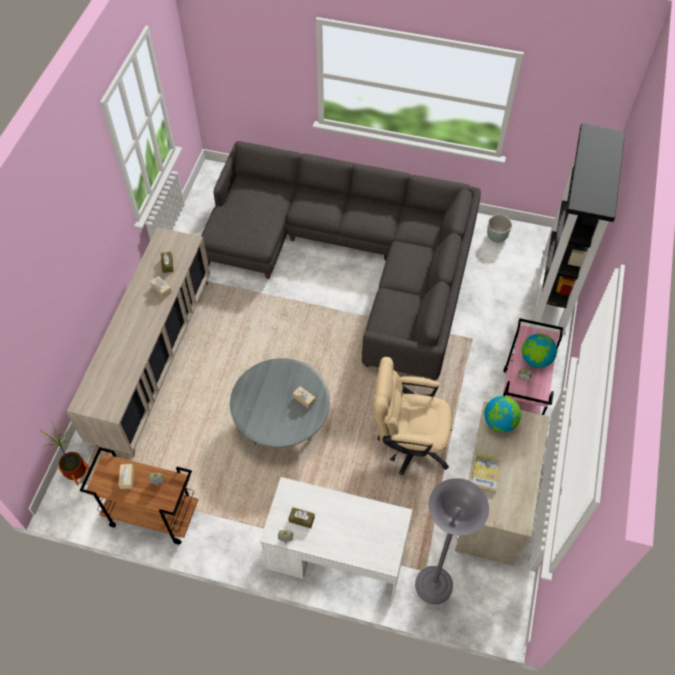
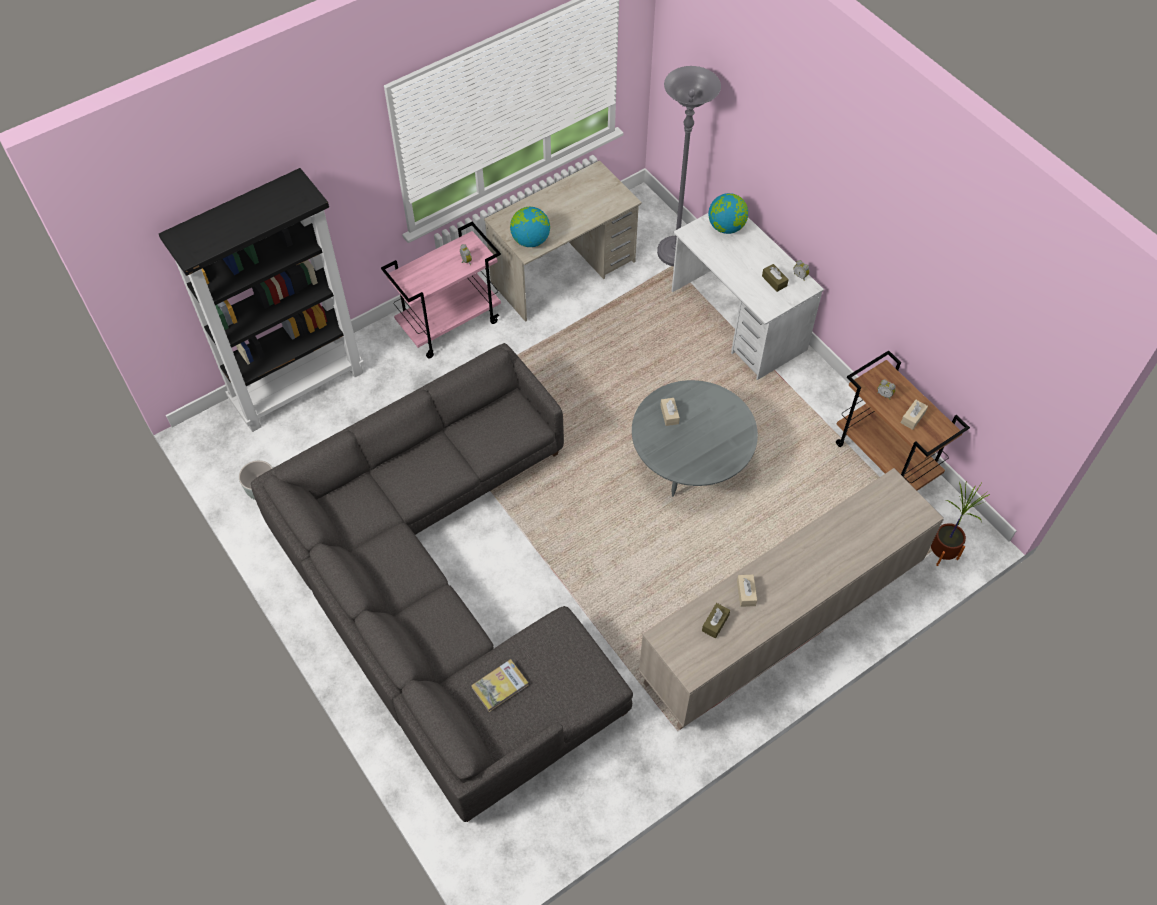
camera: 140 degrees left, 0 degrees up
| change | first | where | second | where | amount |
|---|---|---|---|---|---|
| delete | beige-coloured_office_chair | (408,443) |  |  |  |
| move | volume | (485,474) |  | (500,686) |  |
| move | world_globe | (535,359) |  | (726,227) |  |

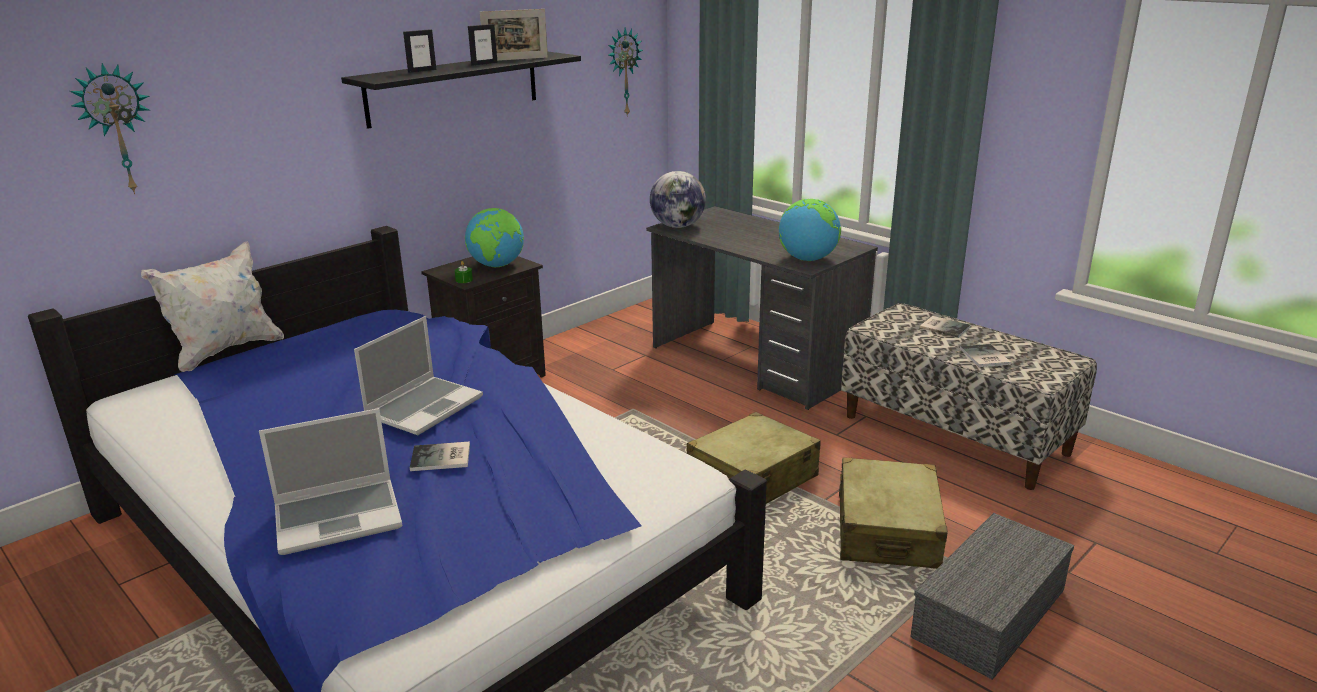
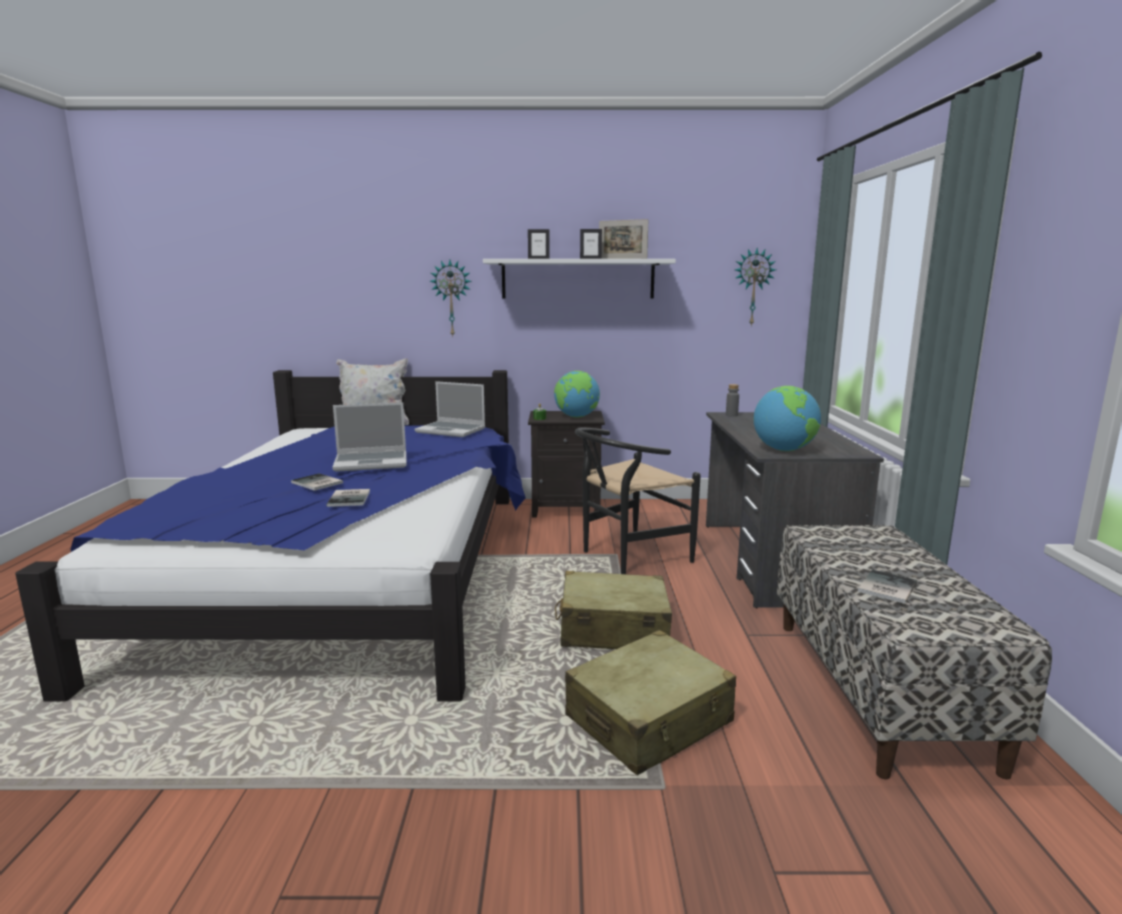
camera: 45 degrees right, 10 degrees down
| change | first | where | second | where | amount |
|---|---|---|---|---|---|
| move | wall_clock | (116,129) |  | (451,298) |  |
| move | portable_computer | (340,517) |  | (452,430) |  |
| recolor | black_bracket_shelf | (454,88) | white_bracket_shelf | (578,279) |  |
| replace | world_globe | (677,226) | gray_beverage_bottle | (731,415) |  |
| delete | gray_storage_container | (990,615) |  |  |  |
| move | volume | (944,327) |  | (350,498) |  |
| insert |  |  | black_plain_chair | (627,556) |  |

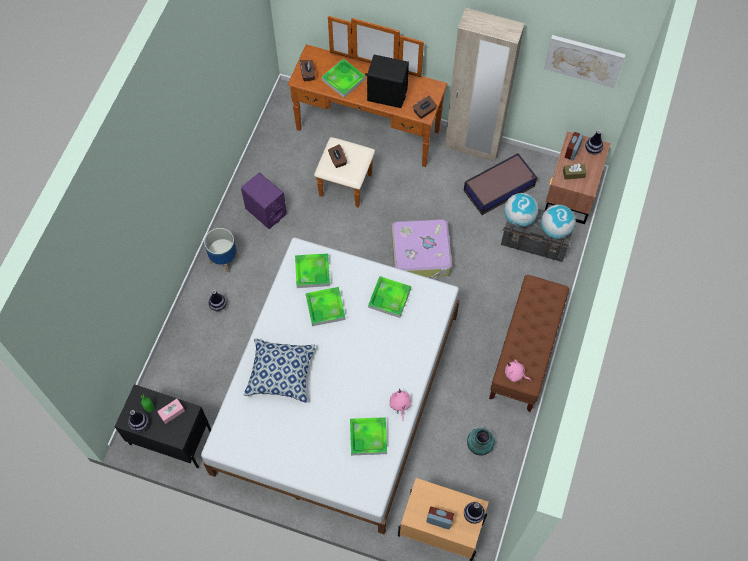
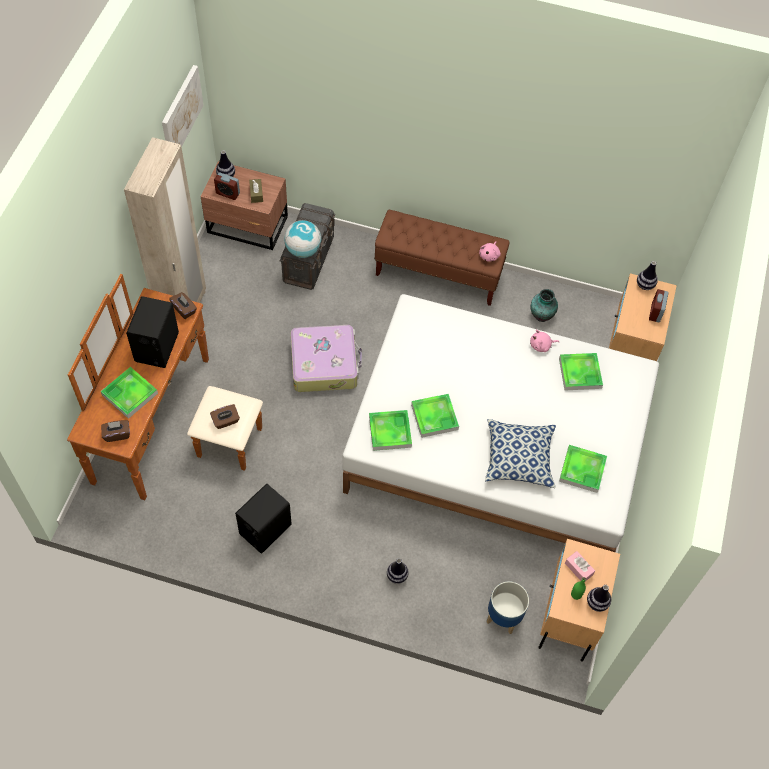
camera: 95 degrees left, 5 degrees down
| change | first | where | second | where | amount |
|---|---|---|---|---|---|
| recolor | black_nightstand | (170,438) | beige-coloured_nightstand | (569,614) |  |
| move | planter | (224,259) |  | (503,616) |  |
| recolor | purple-coloured_loudspeaker | (266,211) | black_loudspeaker | (265,530) |  |
| move | serving_tray | (389,298) |  | (582,470) |  |
| delete | storage_container | (500,188) |  |  |  |
| delete | world_globe | (555,229) |  |  |  |

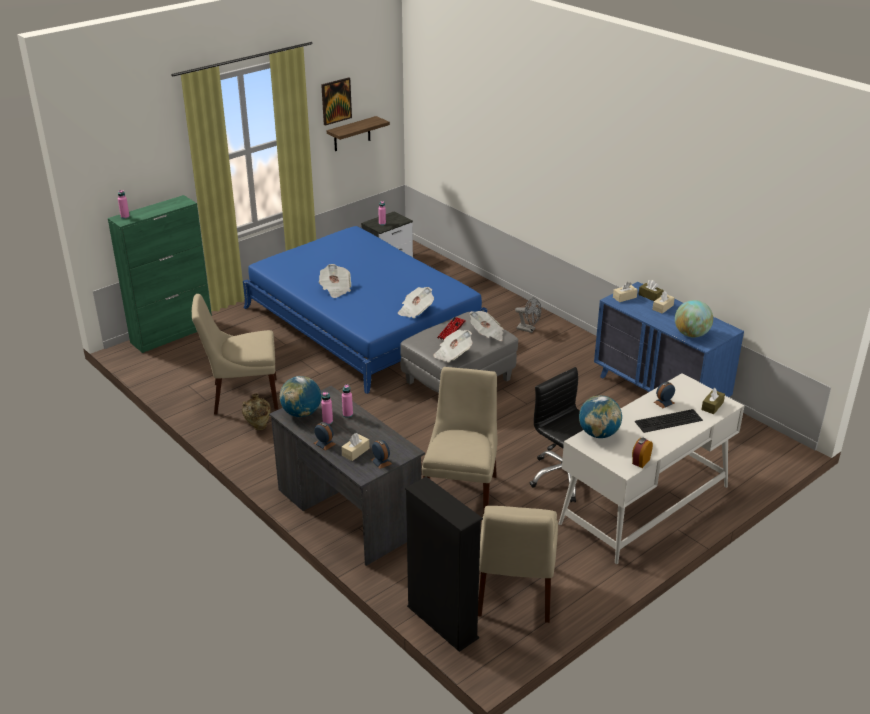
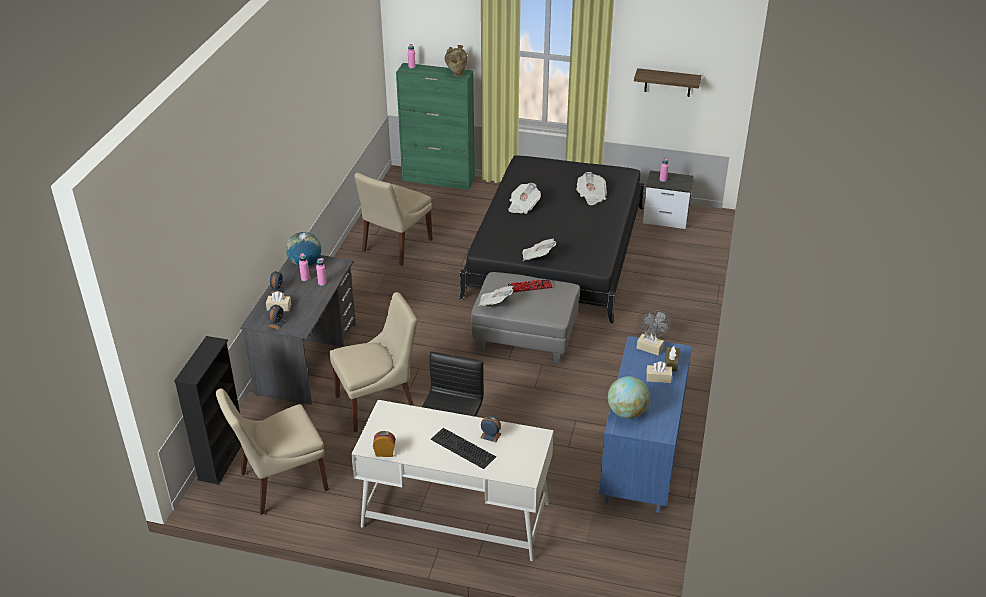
camera: 55 degrees right, 5 degrees up
| change | first | where | second | where | amount |
|---|---|---|---|---|---|
| rotate | beige-coloured_plain_chair | (242,396) |  | (395,247) | 105 degrees counterclockwise |
| move | beige-coloured_decorative_vase | (258,427) |  | (456,74) |  |
| recolor | bluish_bed | (363,322) | black_bed | (556,251) |  |
| delete | picture | (336,101) |  |  |  |
| move | daily_paper | (487,334) |  | (591,196) |  |
| delete | world_globe | (598,434) |  |  |  |
| delete | brown-coloured_box_of_tissues | (712,406) |  |  |  |

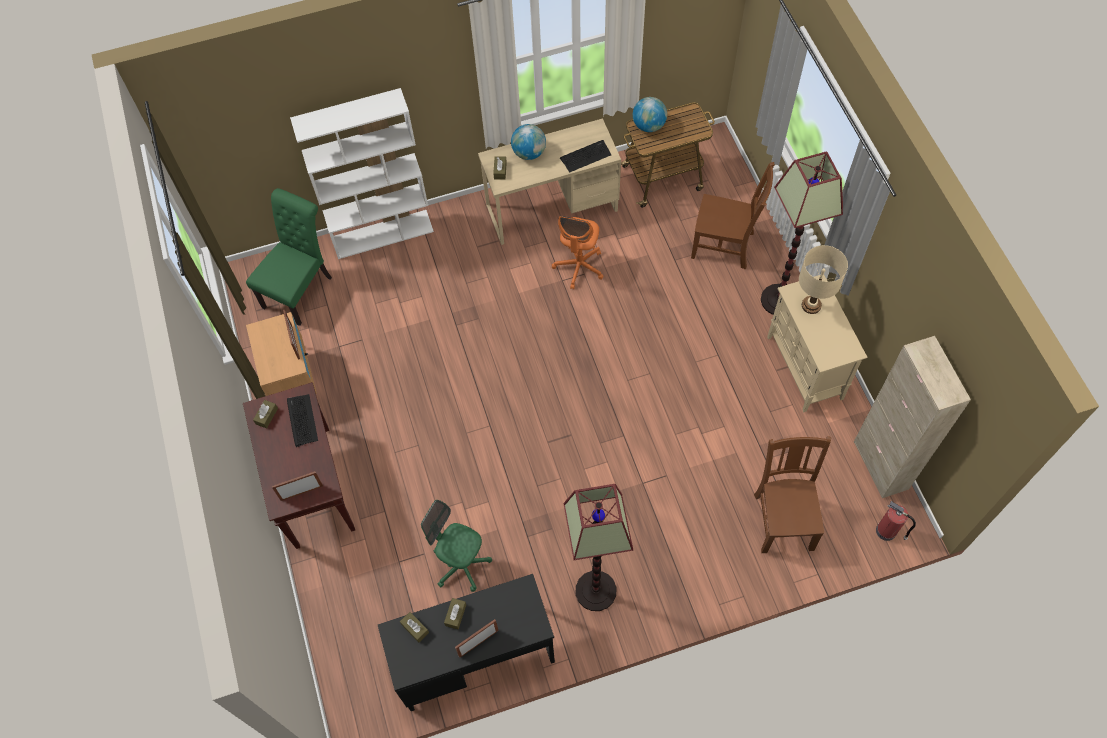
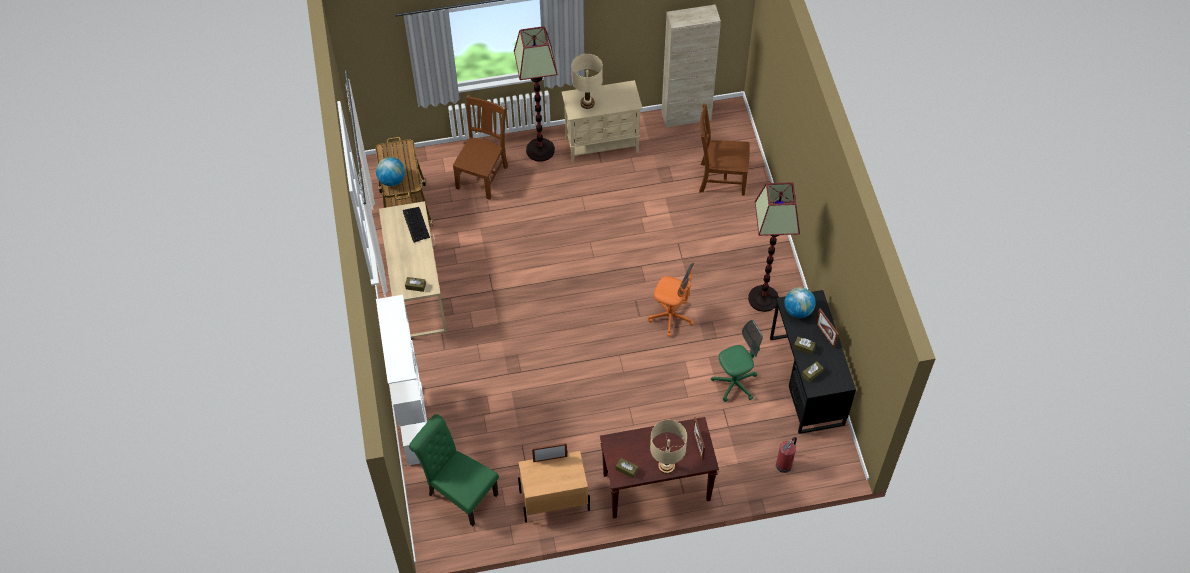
camera: 85 degrees left, 5 degrees down
| change | first | where | second | where | amount |
|---|---|---|---|---|---|
| delete | PC_keyboard | (302,420) |  |  |  |
| rotate | greenish_office_chair | (461,564) |  | (734,383) | 150 degrees counterclockwise |
| move | world_globe | (529,153) |  | (798,310) |  |
| move | orange-coloured_office_chair | (579,267) |  | (671,317) |  |
| move | extinguisher | (887,531) |  | (784,464) |  |
| insert |  |  | beige-coloured_tabletop_lamp | (666,466) |  |

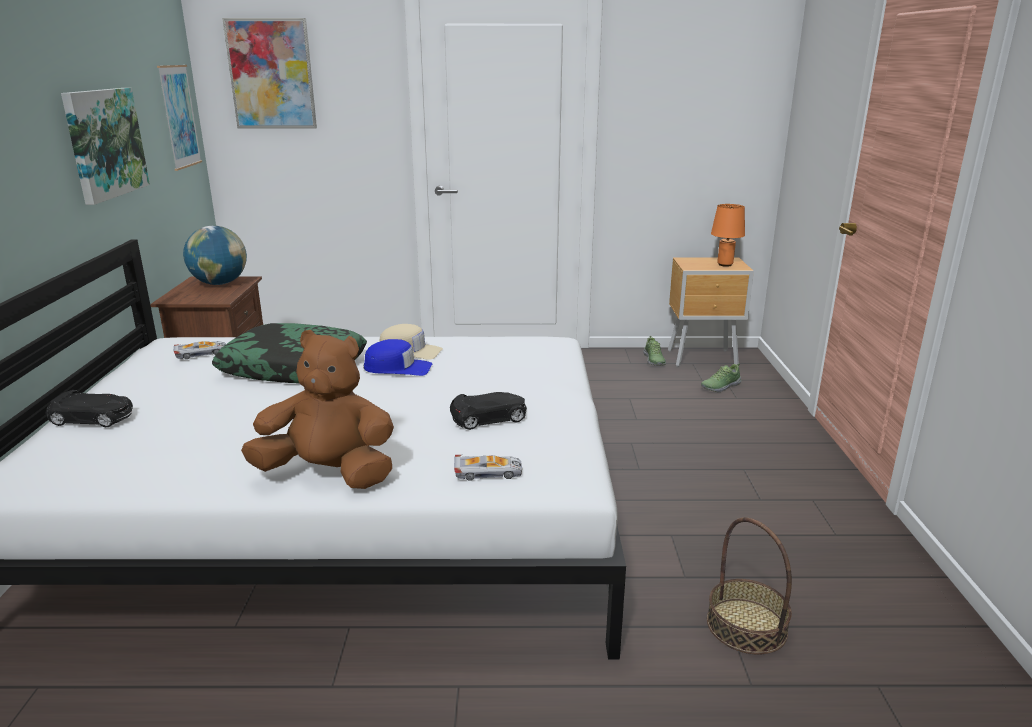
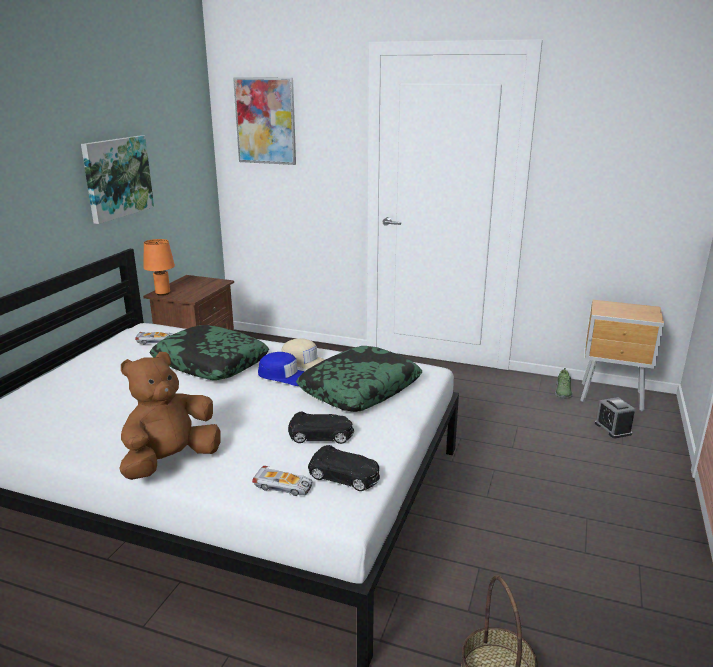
camera: 20 degrees right, 0 degrees up
| change | first | where | second | where | amount |
|---|---|---|---|---|---|
| move | black_toy_car | (93,418) |  | (345,476) |  |
| delete | picture | (179,117) |  |  |  |
| delete | world_globe | (220,283) |  |  |  |
| rotate | brown-coloured_soft_toy | (329,474) |  | (171,461) | 75 degrees counterclockwise |
| replace | item_of_footwear | (720,386) | alarm_clock | (613,429) |  |
| move | orange-coloured_tabletop_lamp | (725,264) |  | (162,293) |  |
| insert |  |  | cushion | (360,389) |  |

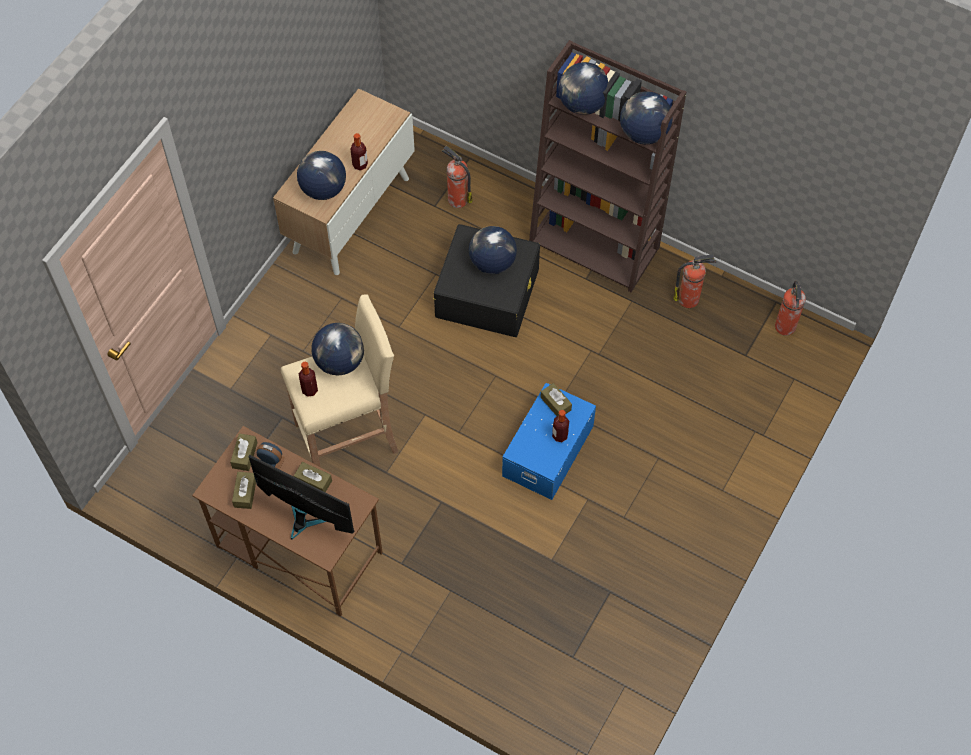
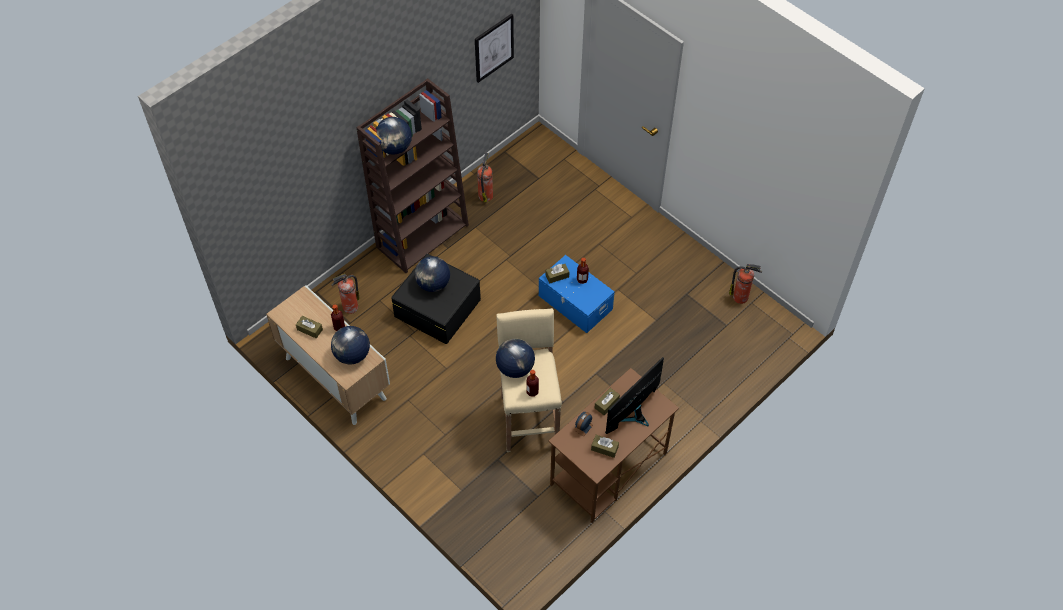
camera: 75 degrees left, 5 degrees down
| change | first | where | second | where | amount |
|---|---|---|---|---|---|
| move | brown-coloured_box_of_tissues | (244,455) |  | (310,329) |  |
| delete | world_globe | (643,134) |  |  |  |
| move | extinguisher | (785,327) |  | (741,297) |  |
| insert |  |  | picture | (493,47) |  |

